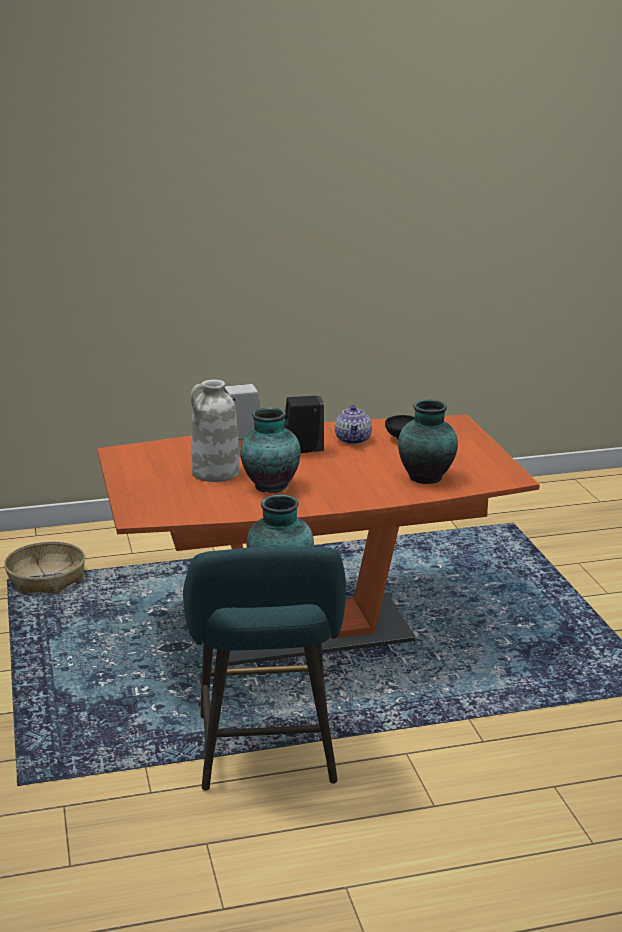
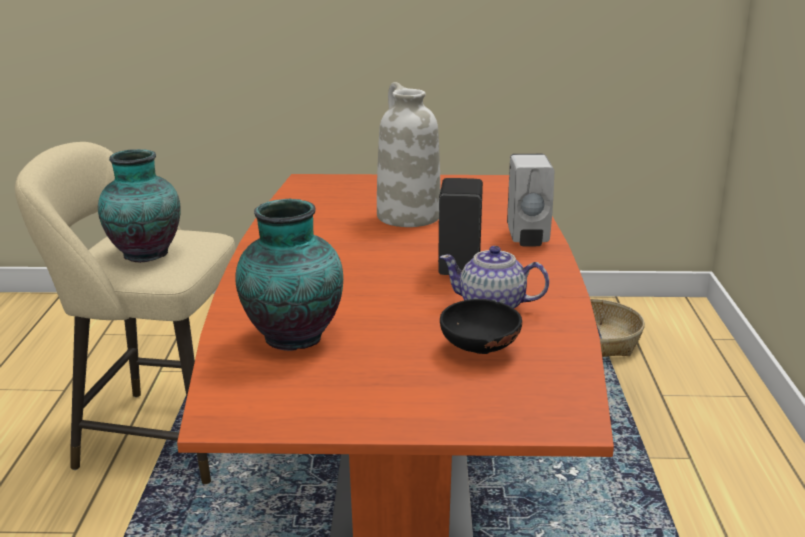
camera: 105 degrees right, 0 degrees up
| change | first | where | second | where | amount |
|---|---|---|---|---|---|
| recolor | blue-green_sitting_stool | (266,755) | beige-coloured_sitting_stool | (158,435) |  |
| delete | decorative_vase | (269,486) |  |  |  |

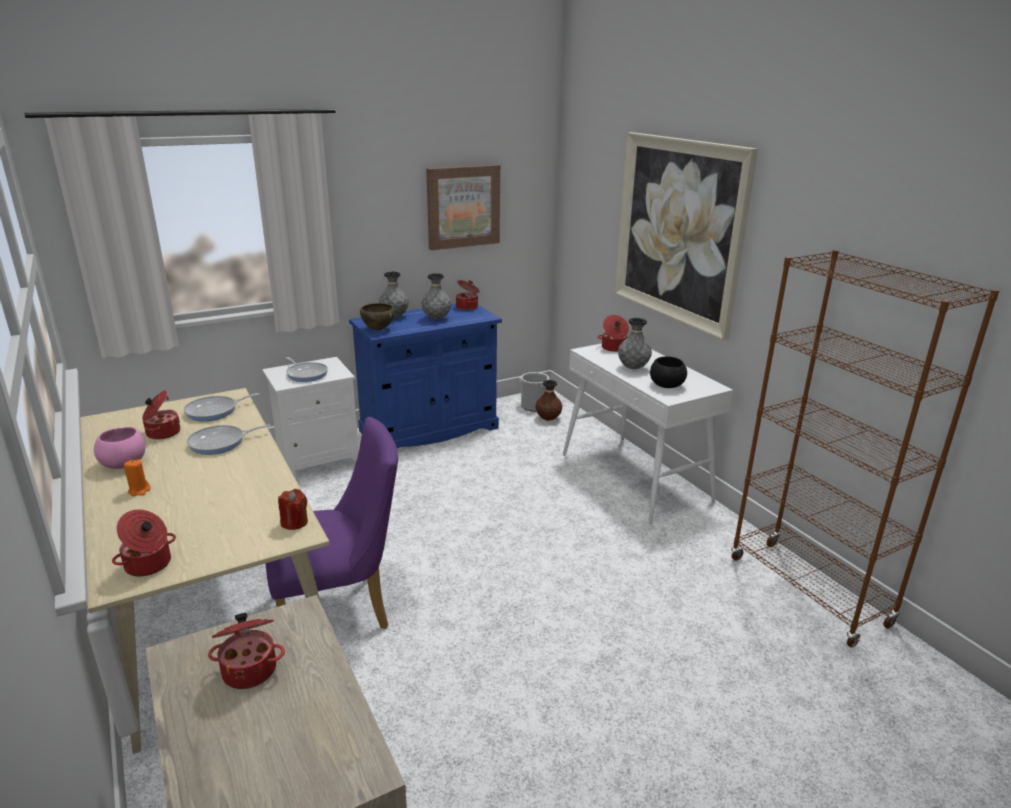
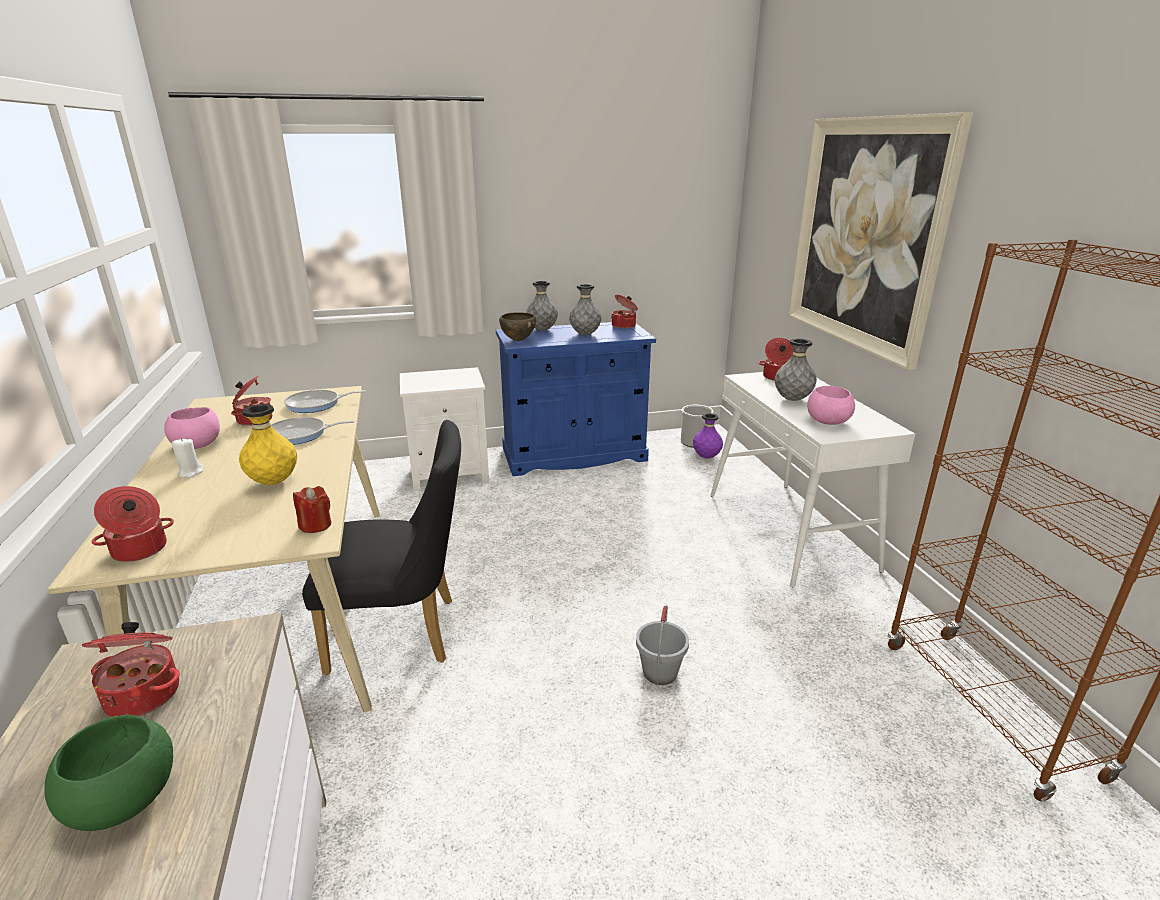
camera: 15 degrees right, 0 degrees up
| change | first | where | second | where | amount |
|---|---|---|---|---|---|
| recolor | orange-coloured_wax_light | (139,490) | white_wax_light | (190,472) |  |
| recolor | purple-coloured_plain_chair | (340,610) | black_plain_chair | (404,633) |  |
| delete | frying_pan | (306,374) |  |  |  |
| delete | picture | (463,206) |  |  |  |
| recolor | brown-coloured_decorative_vase | (548,419) | purple-coloured_decorative_vase | (706,457) |  |
| recolor | black_deep_dish | (666,385) | pink-coloured_deep_dish | (827,421) |  |
| insert |  |  | greenish_deep_dish | (126,800) |  |
| insert |  |  | yellowish_decorative_vase | (274,482) |  |
| insert |  |  | gray_pail | (659,672) |  |

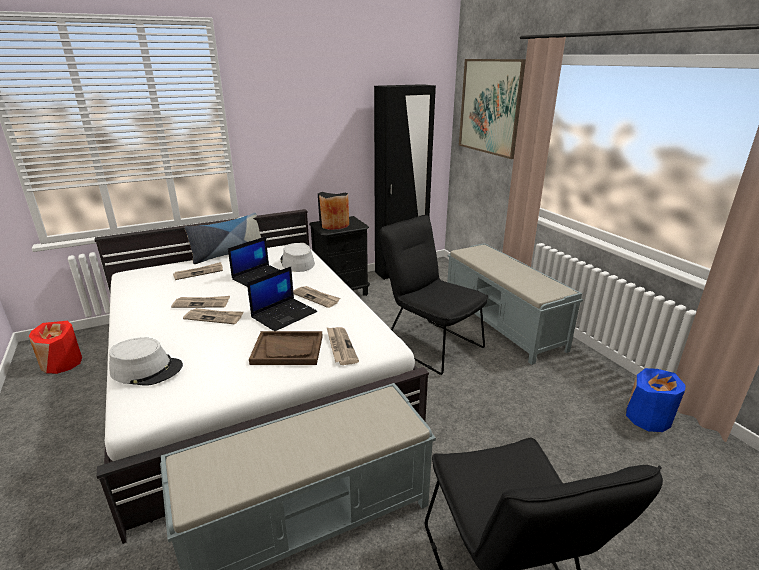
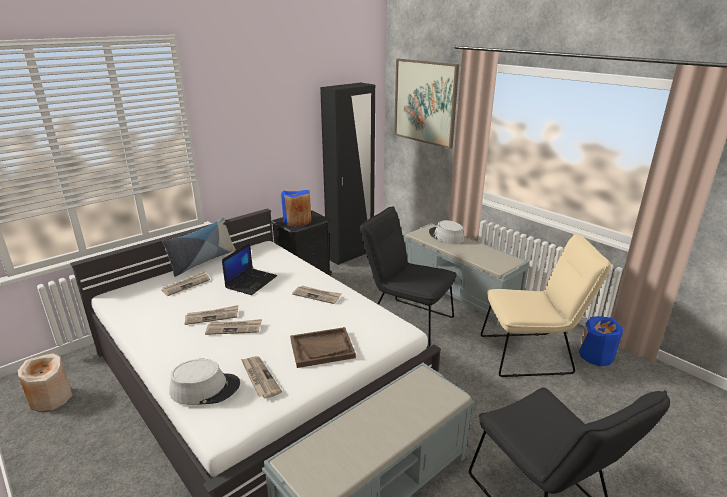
camera: 15 degrees left, 0 degrees up
| change | first | where | second | where | amount |
|---|---|---|---|---|---|
| recolor | reddish_decorative_vase | (62,363) | beige-coloured_decorative_vase | (51,398) |  |
| delete | portable_computer | (284,314) |  |  |  |
| move | gray_wearable_hat | (297,262) |  | (446,236) |  |
| recolor | black_decorative_vase | (334,225) | bluish_decorative_vase | (297,221) |  |
| move | daily_paper | (340,346) |  | (259,378) |  |
| insert |  |  | beige-coloured_plain_chair | (532,354) |  |

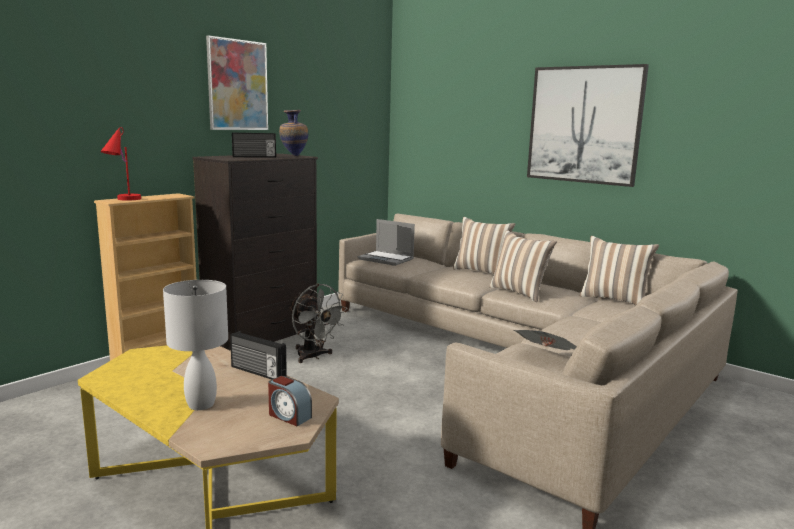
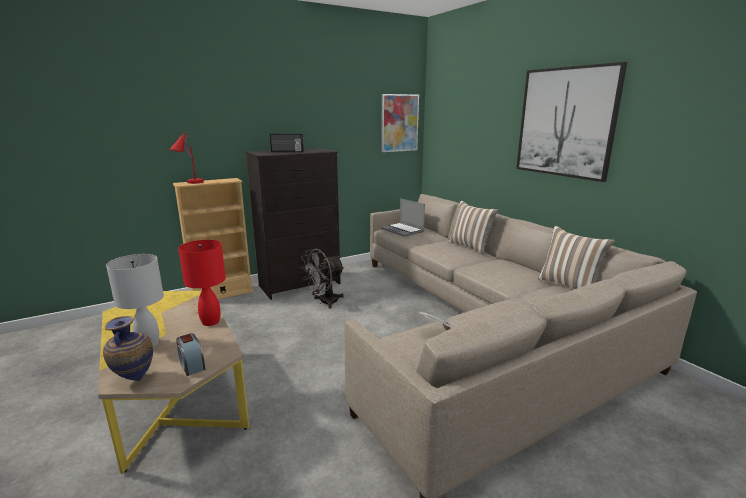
camera: 20 degrees right, 5 degrees up
| change | first | where | second | where | amount |
|---|---|---|---|---|---|
| move | picture | (237,85) |  | (399,123) |  |
| replace | radio_set | (257,372) | reddish_tabletop_lamp | (211,322) |  |
| move | decorative_vase | (293,156) |  | (134,379) |  |
| rotate | gray_cooling_fan | (313,357) |  | (324,302) | 75 degrees clockwise |
| delete | cushion | (519,292) |  |  |  |

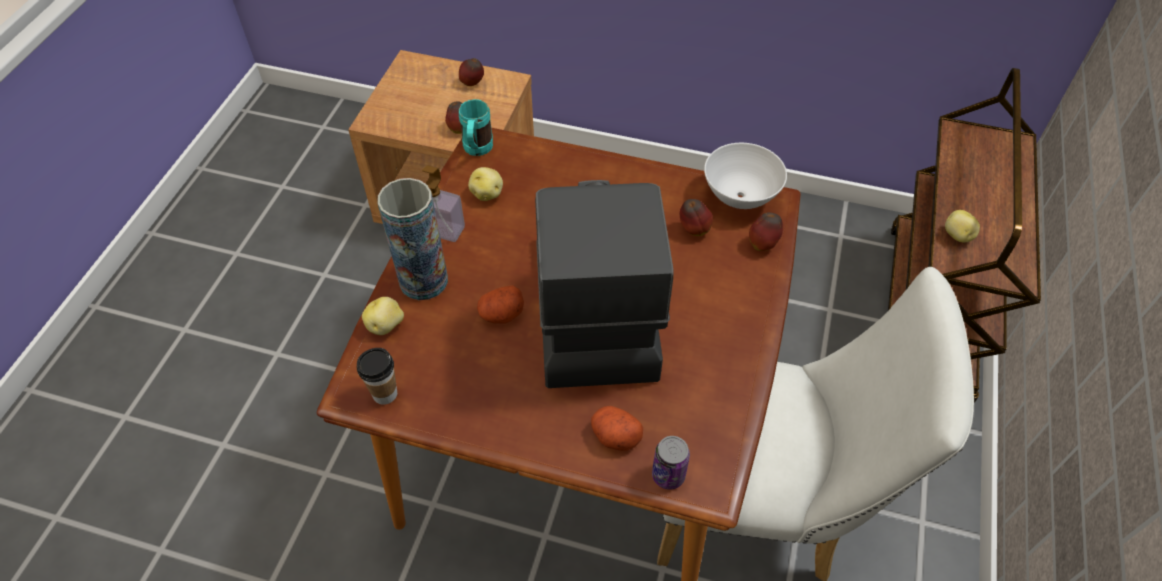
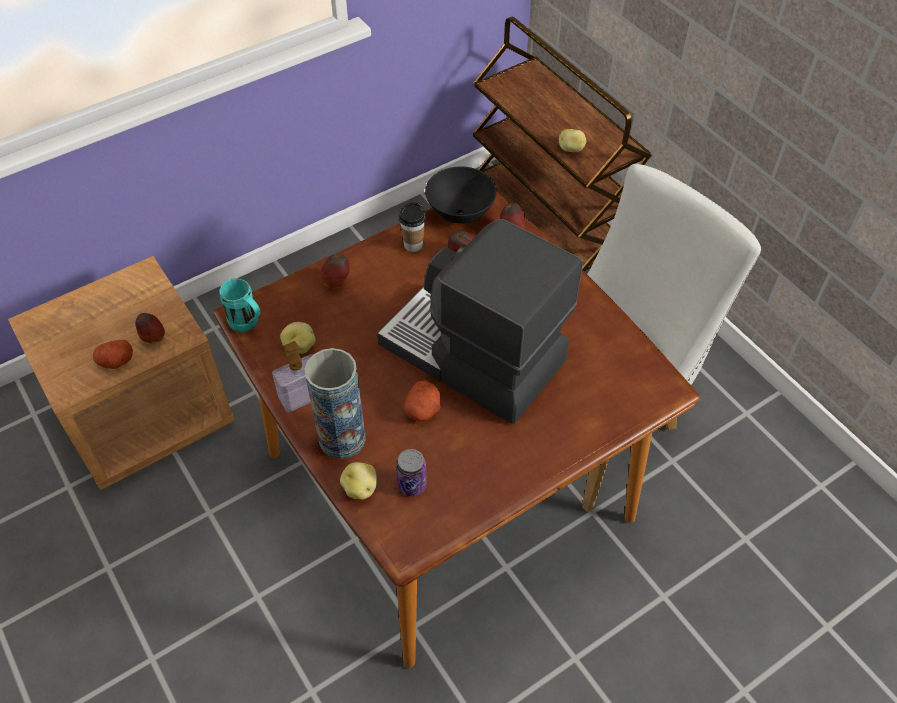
camera: 50 degrees left, 0 degrees up
| change | first | where | second | where | amount |
|---|---|---|---|---|---|
| move | drinking_cup | (385,394) |  | (413,245) |  |
| move | apple_fruit | (472,84) |  | (337,283) |  |
| move | whole_potato | (615,436) |  | (115,361) |  |
| move | metal_can | (668,475) |  | (412,485) |  |
| recolor | white_deep_dish | (739,198) | black_deep_dish | (461,215) |  |

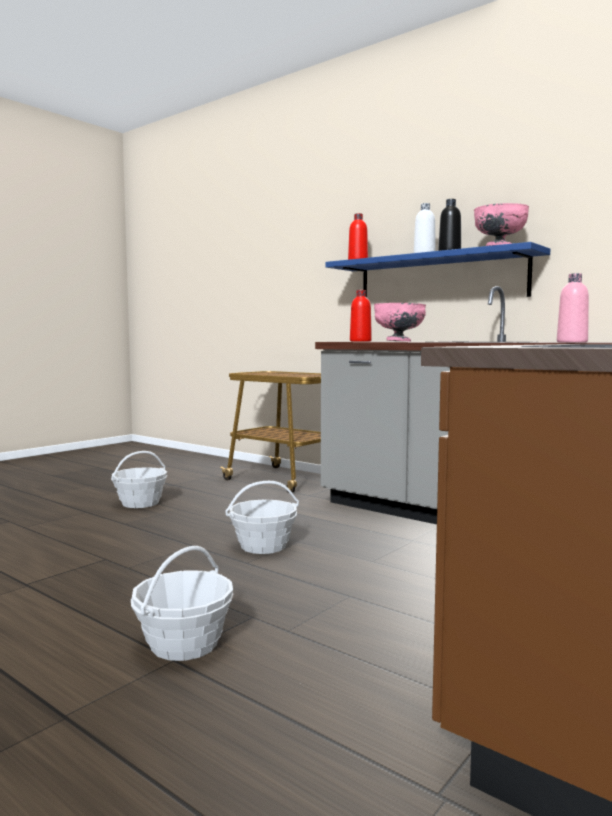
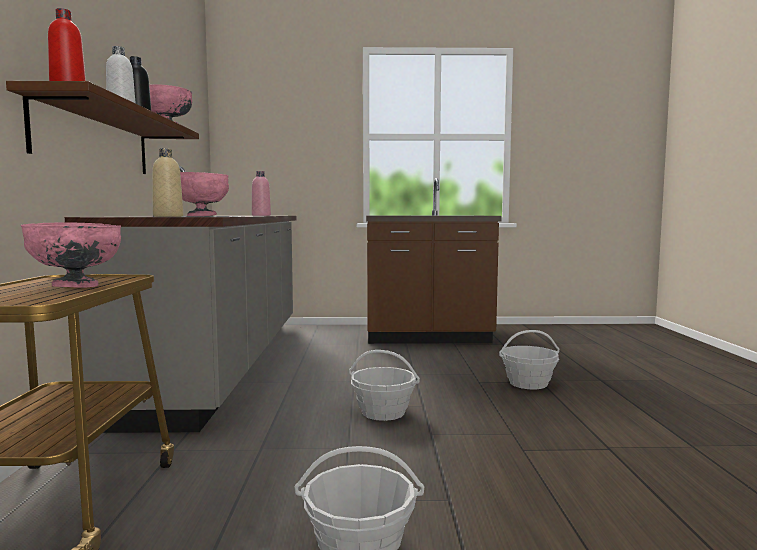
camera: 130 degrees left, 0 degrees up
| change | first | where | second | where | amount |
|---|---|---|---|---|---|
| recolor | bluish_bracket_shelf | (440,279) | brown-coloured_bracket_shelf | (96,139) |  |
| recolor | reddish_beverage_bottle | (360,341) | beige-coloured_beverage_bottle | (168,216) |  |
| insert |  |  | pink-coloured_deep_dish | (76,286) |  |

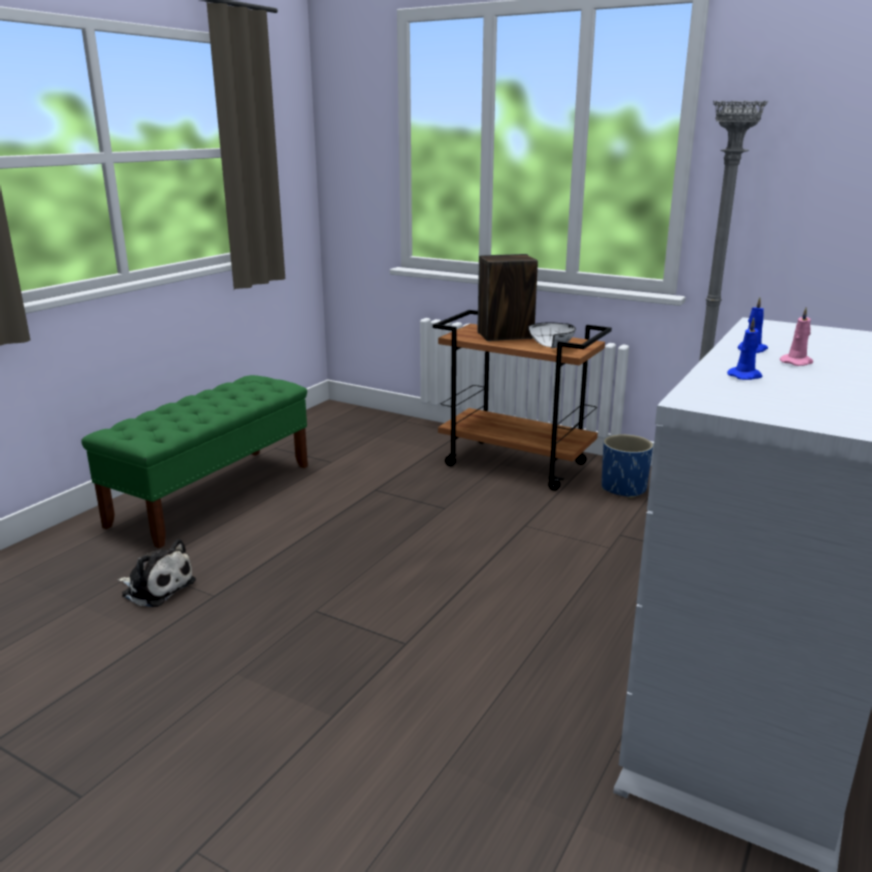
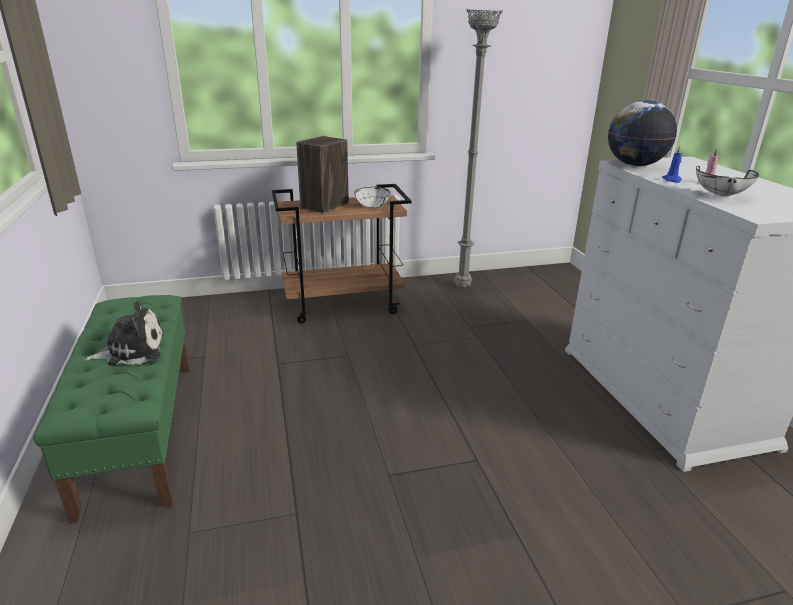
camera: 45 degrees left, 5 degrees up
| change | first | where | second | where | amount |
|---|---|---|---|---|---|
| move | soft_toy | (156,587) |  | (132,350) |  |
| delete | bluish_planter | (624,488) |  |  |  |
| replace | bluish_wax_light | (745,376) | white_deep_dish | (722,196) |  |
| insert |  |  | world_globe | (635,165) |  |

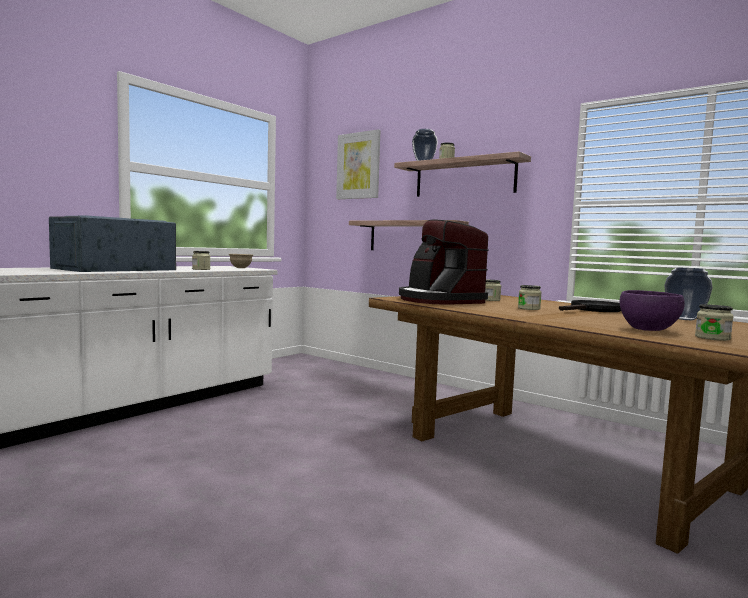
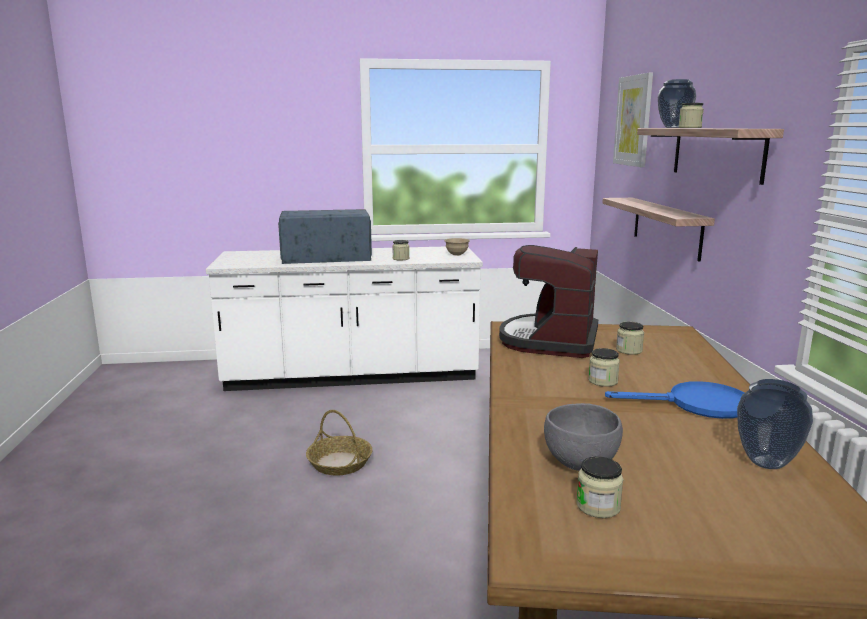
camera: 45 degrees right, 10 degrees up
| change | first | where | second | where | amount |
|---|---|---|---|---|---|
| recolor | black_frying_pan | (593,310) | bluish_frying_pan | (697,405) |  |
| recolor | purple-coloured_deep_dish | (647,329) | gray_deep_dish | (580,464) |  |
| insert |  |  | household_basket | (340,463) |  |

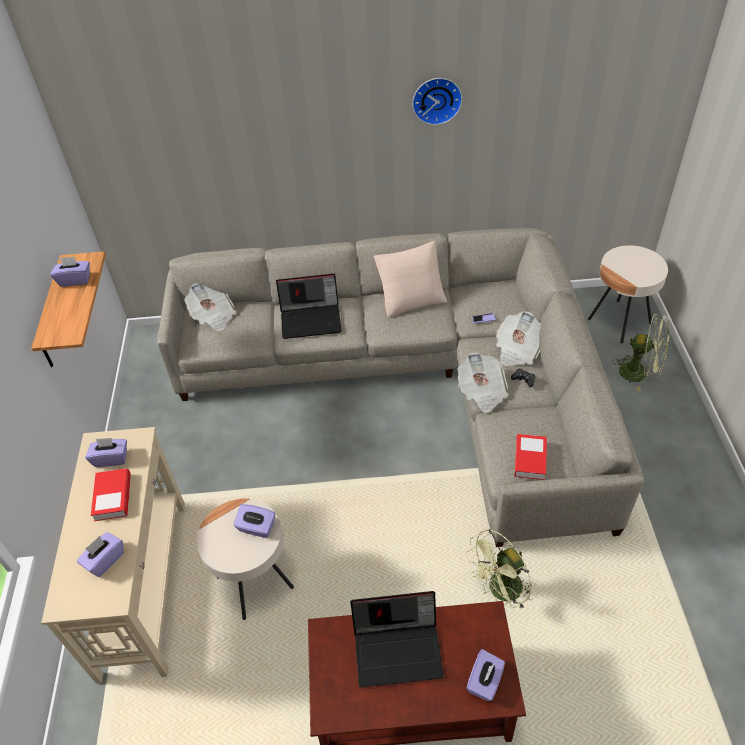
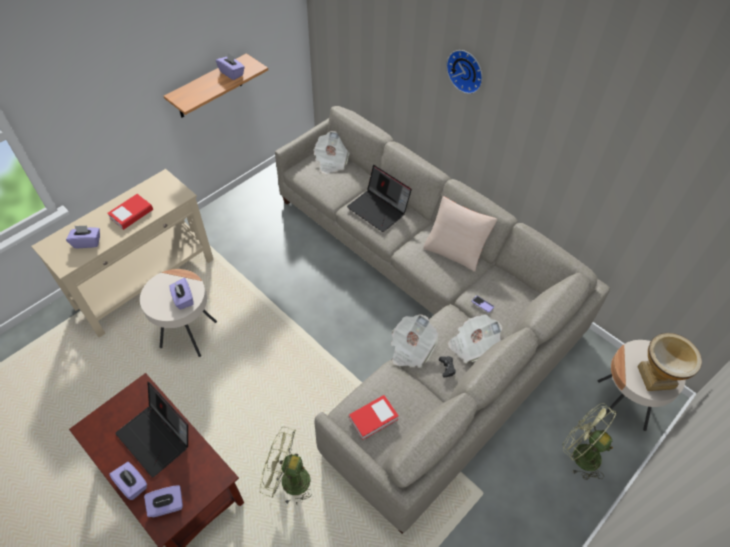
camera: 45 degrees right, 5 degrees up
| change | first | where | second | where | amount |
|---|---|---|---|---|---|
| move | purple-coloured_box_of_tissues | (111,458) |  | (132,484) |  |
| move | wall_clock | (436,99) |  | (466,70) |  |
| rotate | greenish_cooling_fan | (639,373) |  | (580,454) | 150 degrees clockwise |
| insert |  |  | decorative_vase | (656,377) |  |

